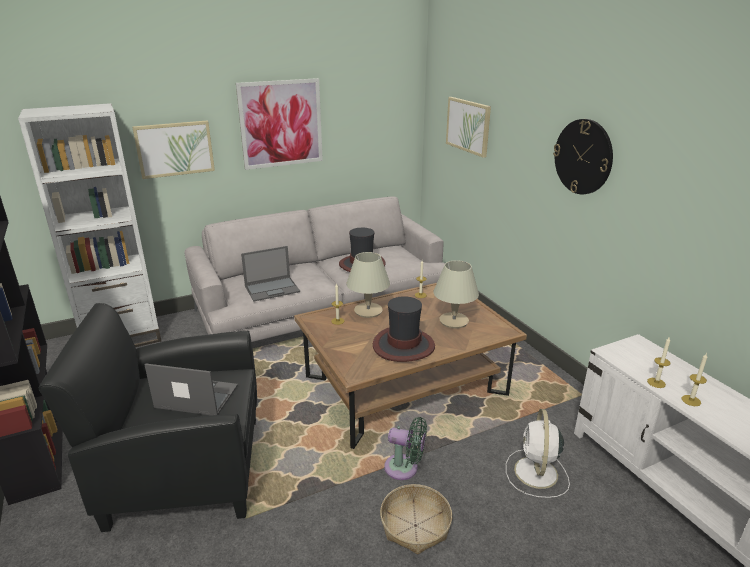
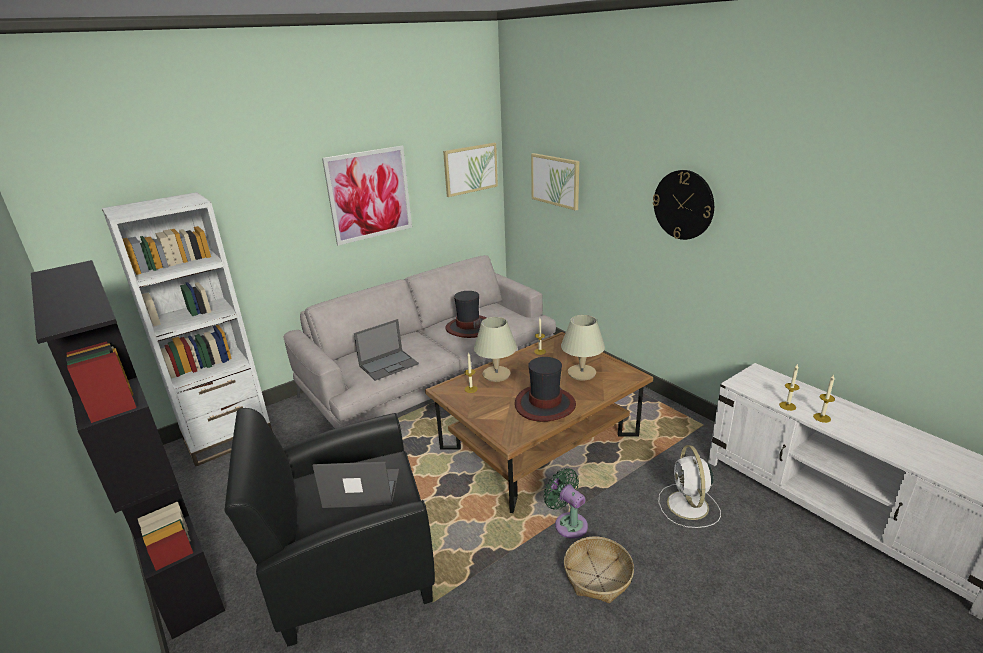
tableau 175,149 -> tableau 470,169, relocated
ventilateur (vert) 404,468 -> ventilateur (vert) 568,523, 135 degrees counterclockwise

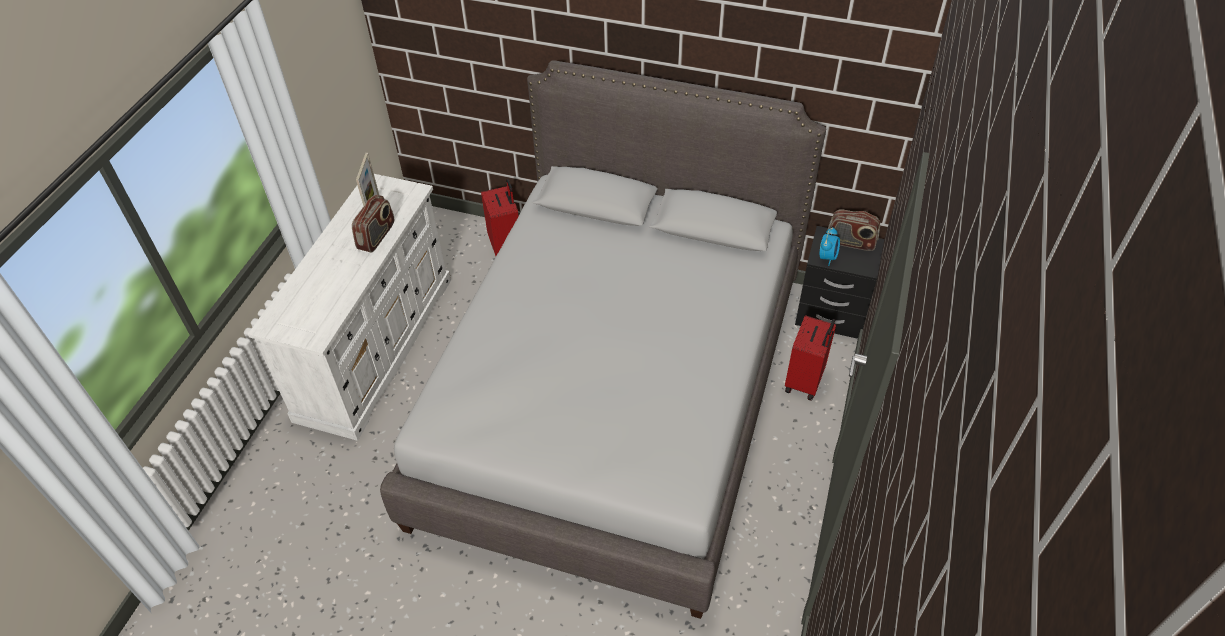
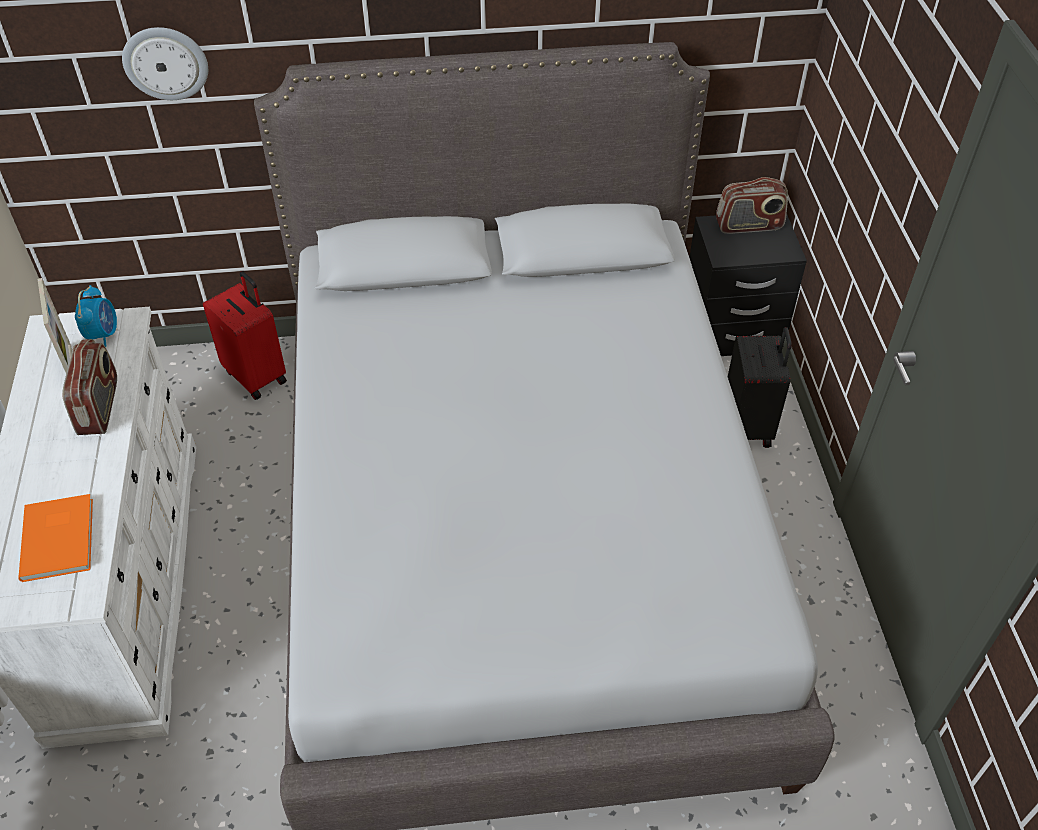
réveil 827,257 -> réveil 103,334, relocated
valise (rouge) 805,381 -> valise (noir) 748,426
none -> horloge murale 165,63
none -> livre (orange) 60,538

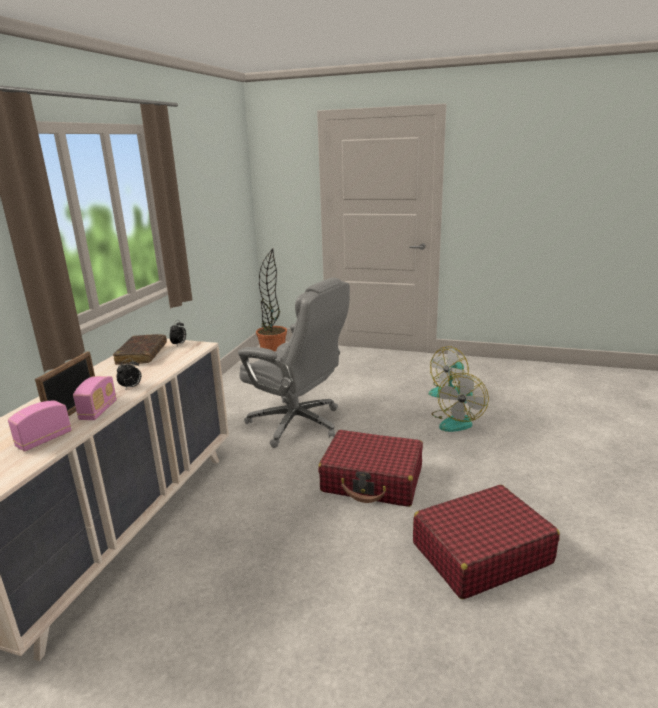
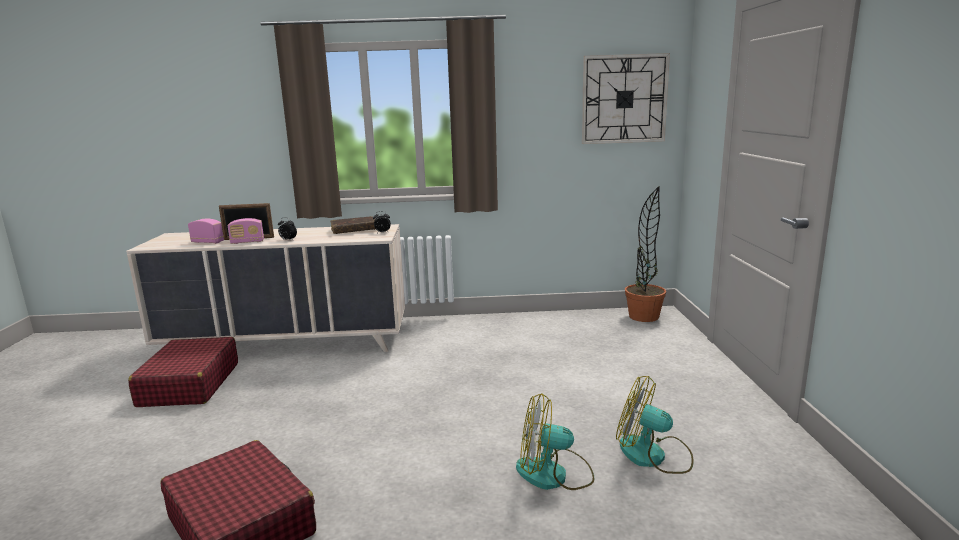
chaise de bureau (gris) 297,424 -> none
valise (rouge) 372,480 -> valise (rouge) 189,384, relocated
none -> horloge murale 624,99

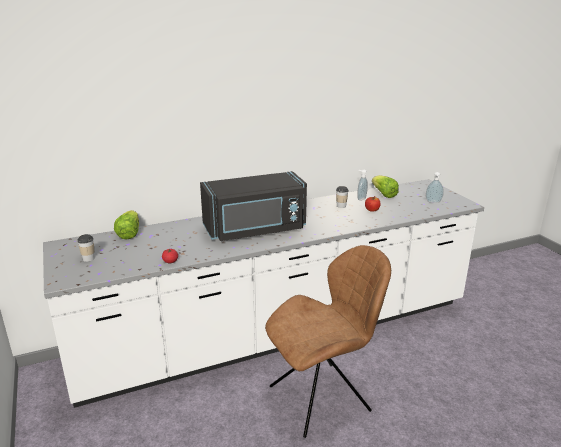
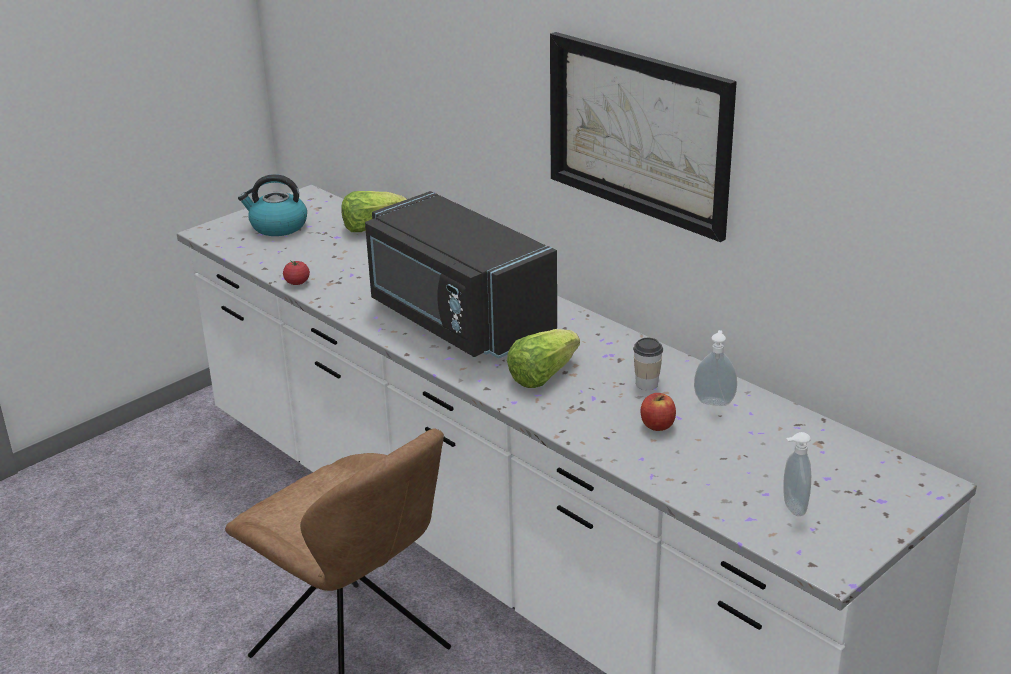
laitue 383,194 -> laitue 542,375, relocated
tasse 88,258 -> bouilloire 277,227
none -> tableau 638,132

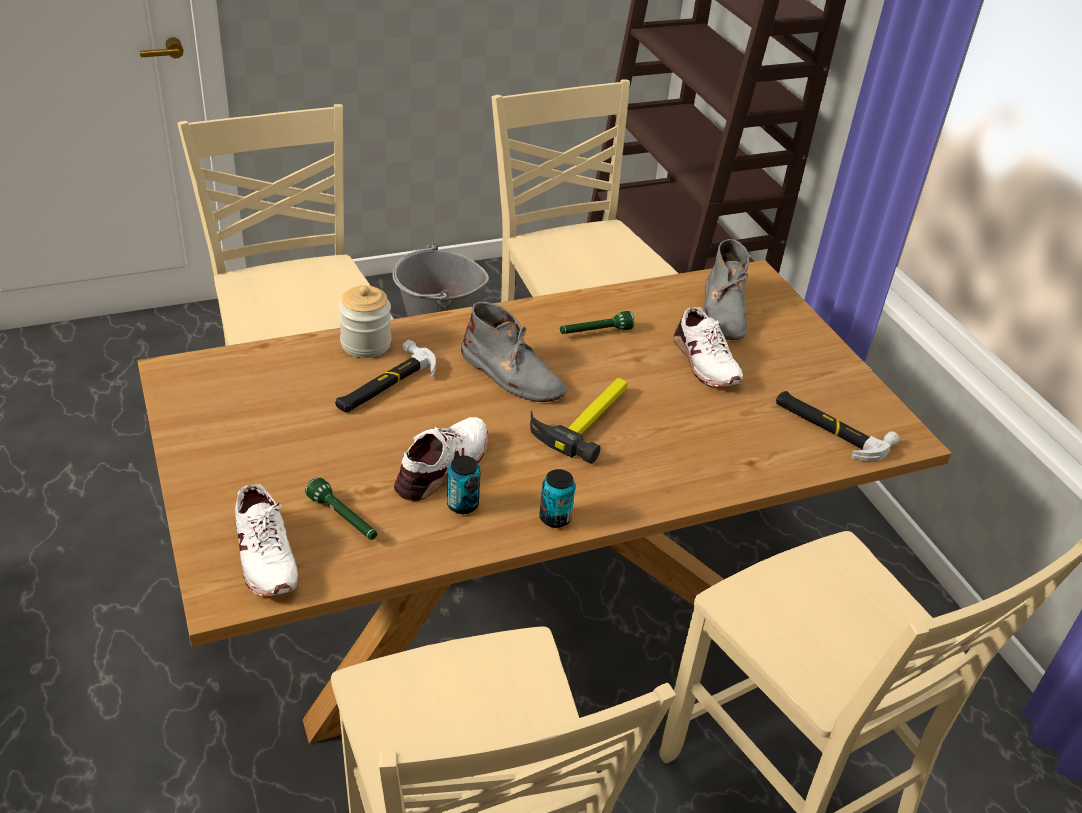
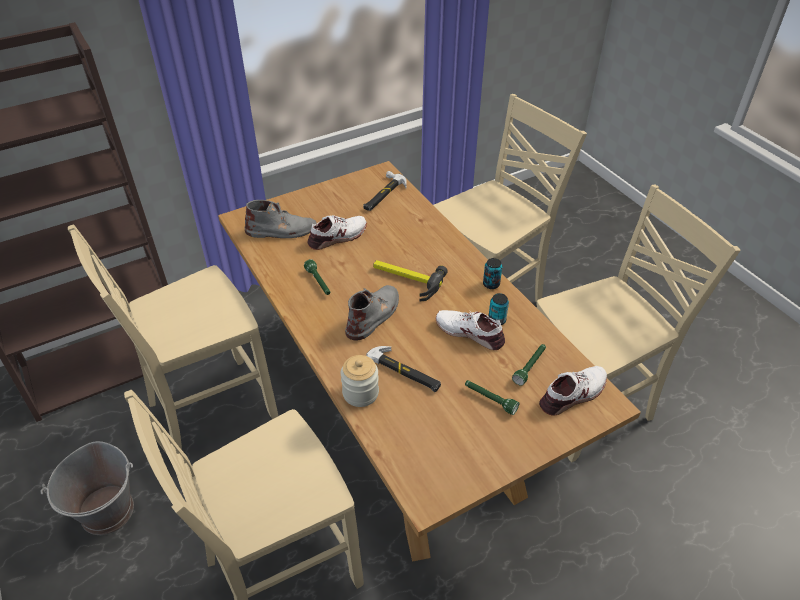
none -> lampe de poche (vert) 490,399

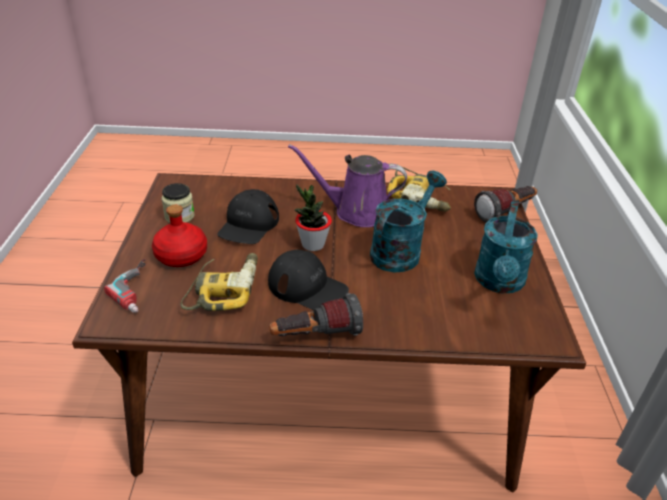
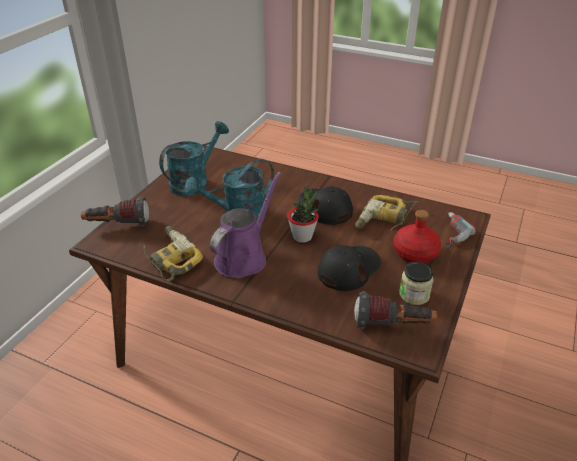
arrosoir (violet) 356,212 -> arrosoir (violet) 243,257, 90 degrees counterclockwise
lampe de poche 316,336 -> lampe de poche 393,325, relocated

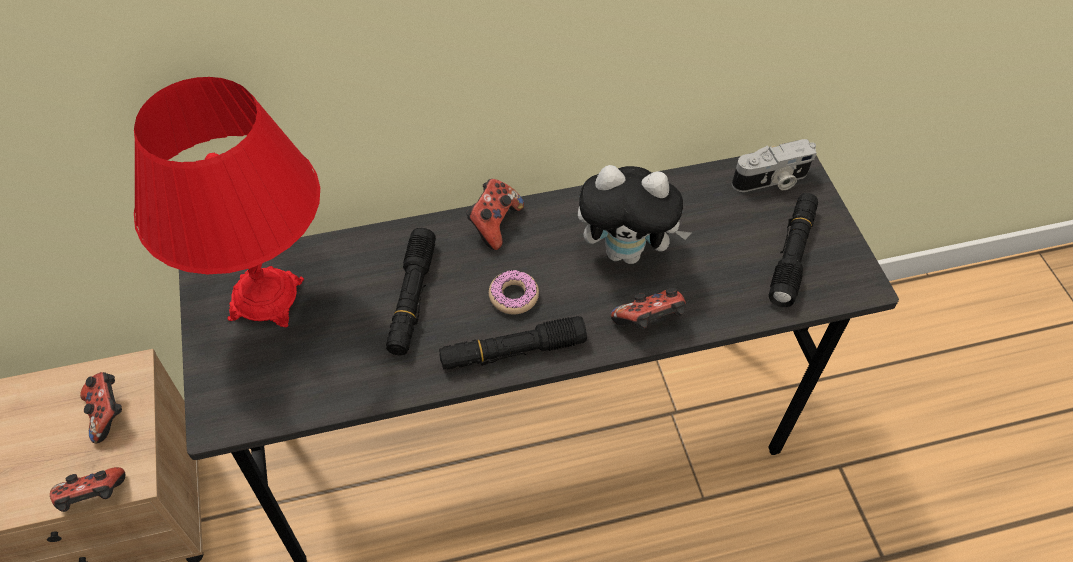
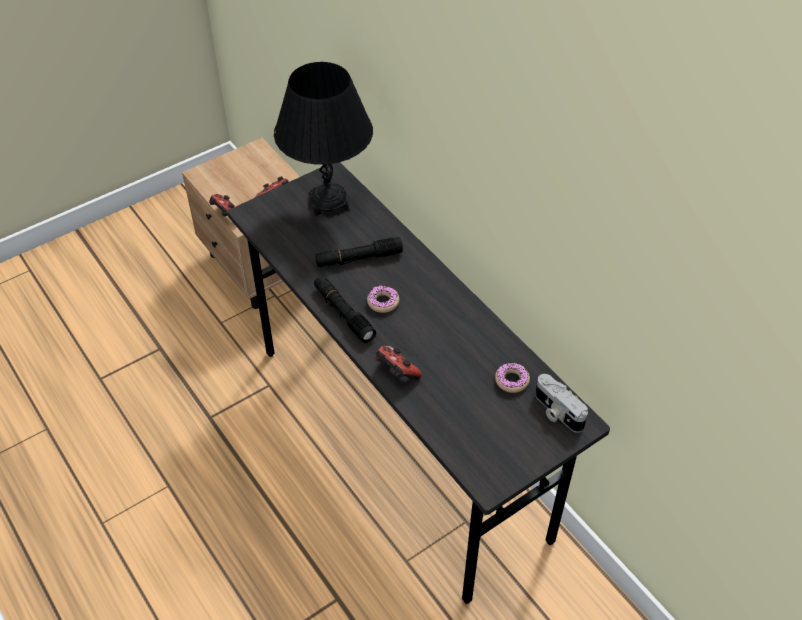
lampe de table (rouge) 266,299 -> lampe de table (noir) 328,201
peluche 626,251 -> none
manette 494,224 -> none
lampe de poche (noir) 792,255 -> none
none -> beignet 512,380

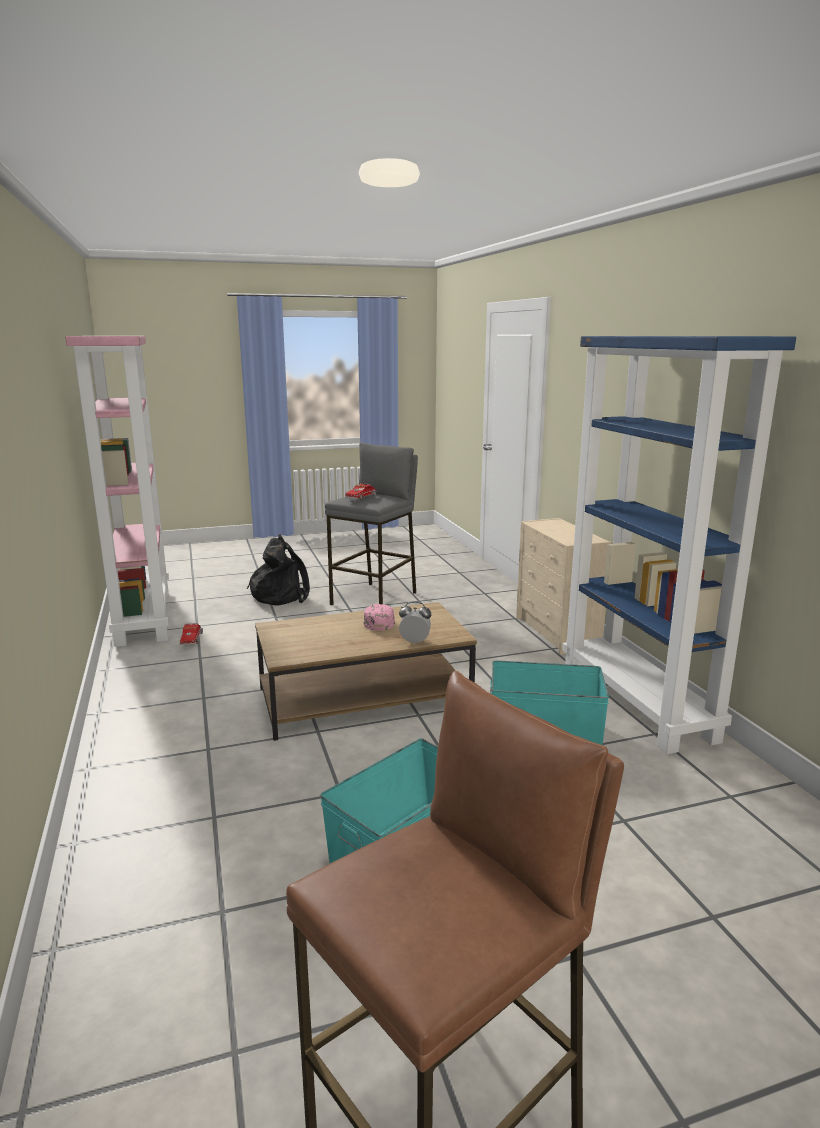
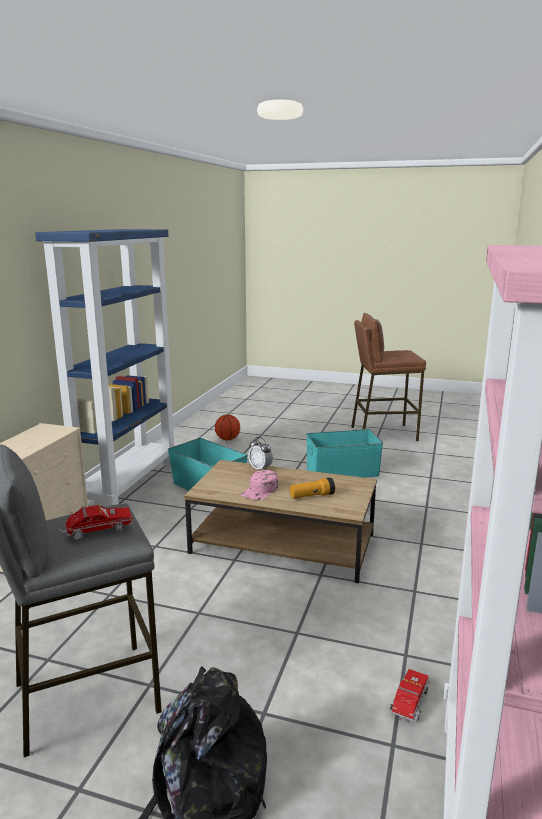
none -> ballon de basket 227,439
none -> lampe de poche 312,496

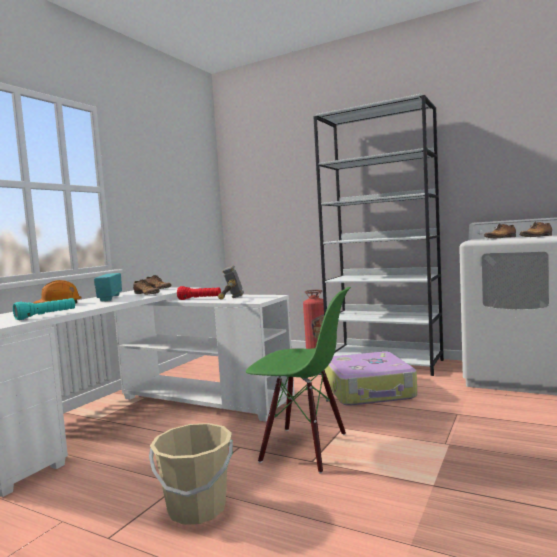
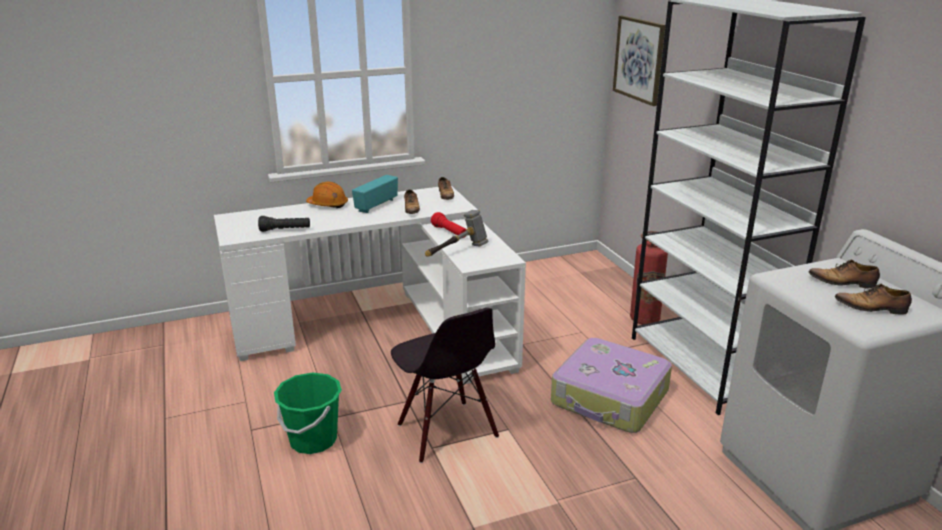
chaise (vert) 304,448 -> chaise (noir) 446,431
lampe de poche (turquoise) 46,316 -> lampe de poche (noir) 285,230
seau (beige) 197,509 -> seau (vert) 313,440
none -> tableau 639,59

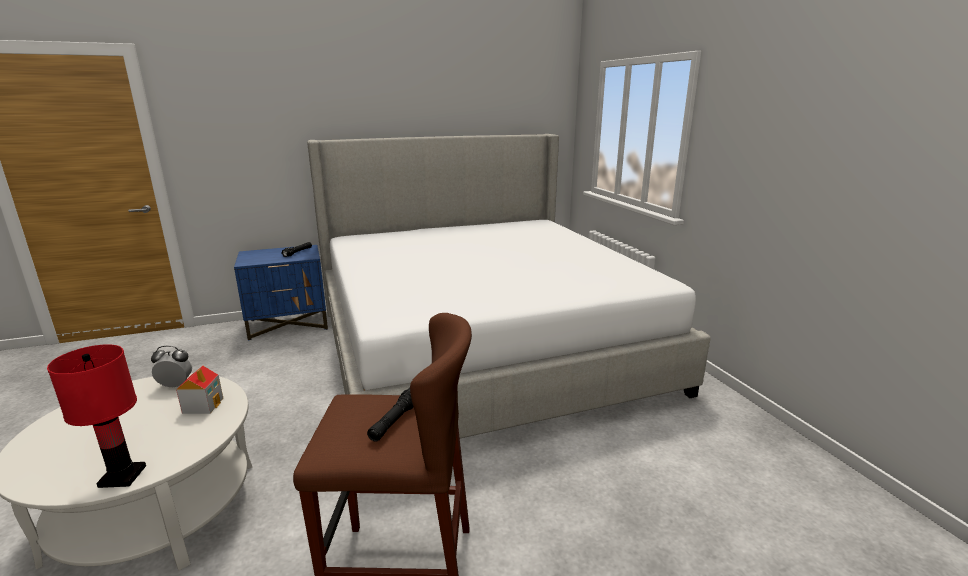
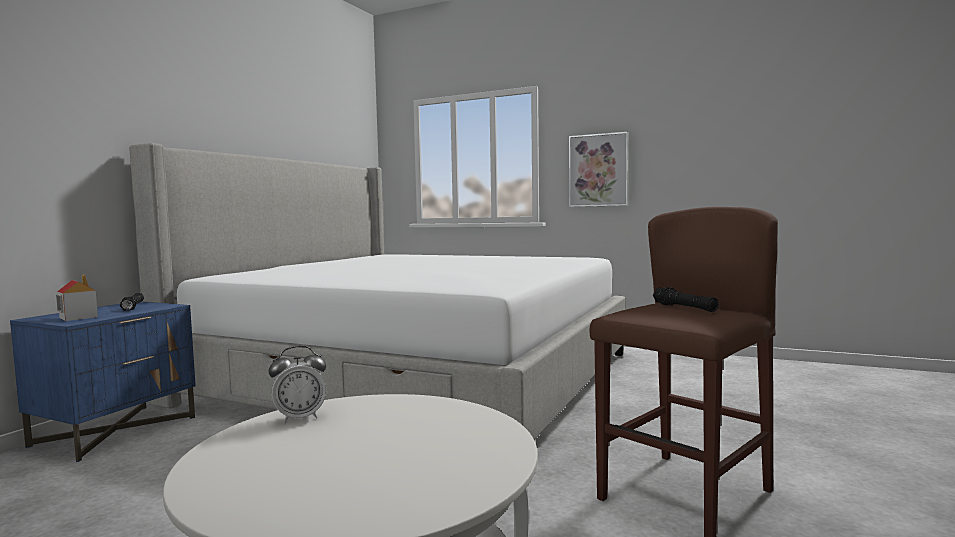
lampe de table (rouge) 122,476 -> none
réveil 176,385 -> réveil 300,417, 150 degrees counterclockwise
maison miniature 203,405 -> maison miniature 78,317, relocated
none -> tableau 598,170

